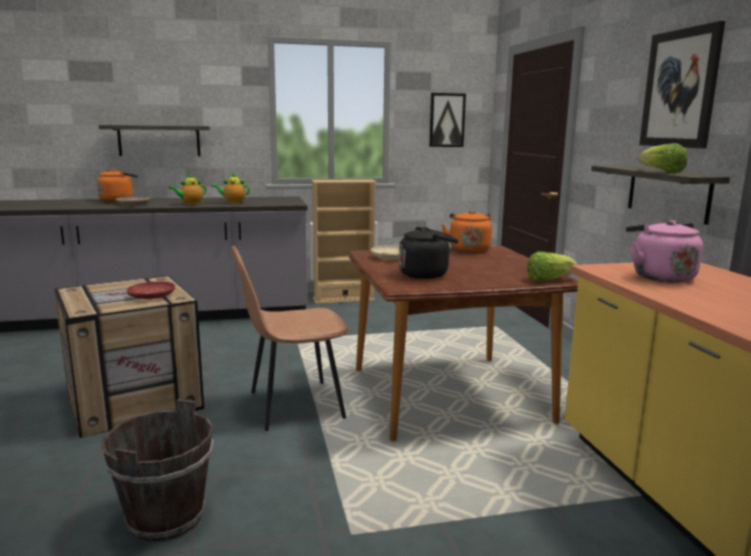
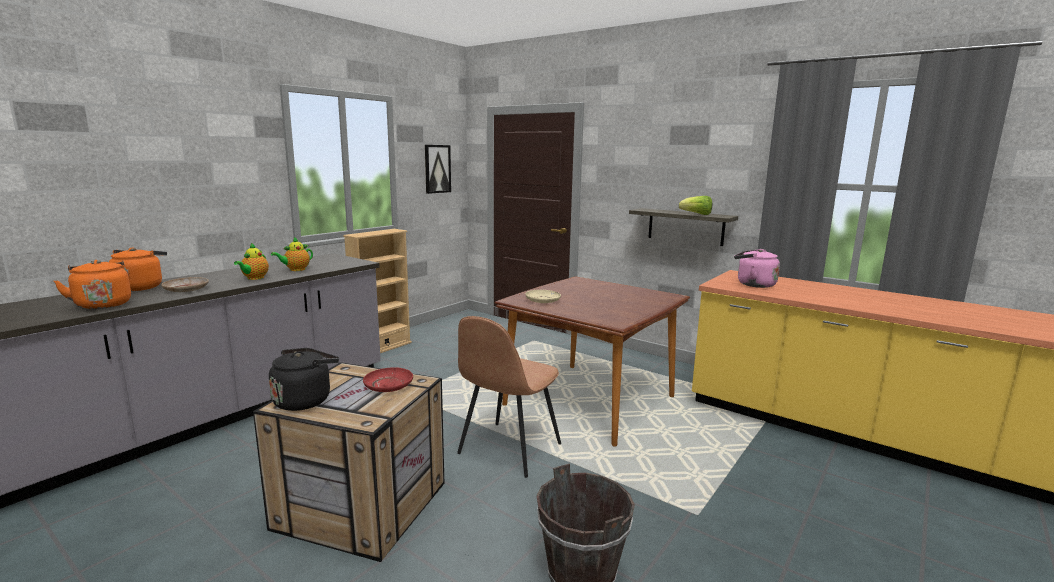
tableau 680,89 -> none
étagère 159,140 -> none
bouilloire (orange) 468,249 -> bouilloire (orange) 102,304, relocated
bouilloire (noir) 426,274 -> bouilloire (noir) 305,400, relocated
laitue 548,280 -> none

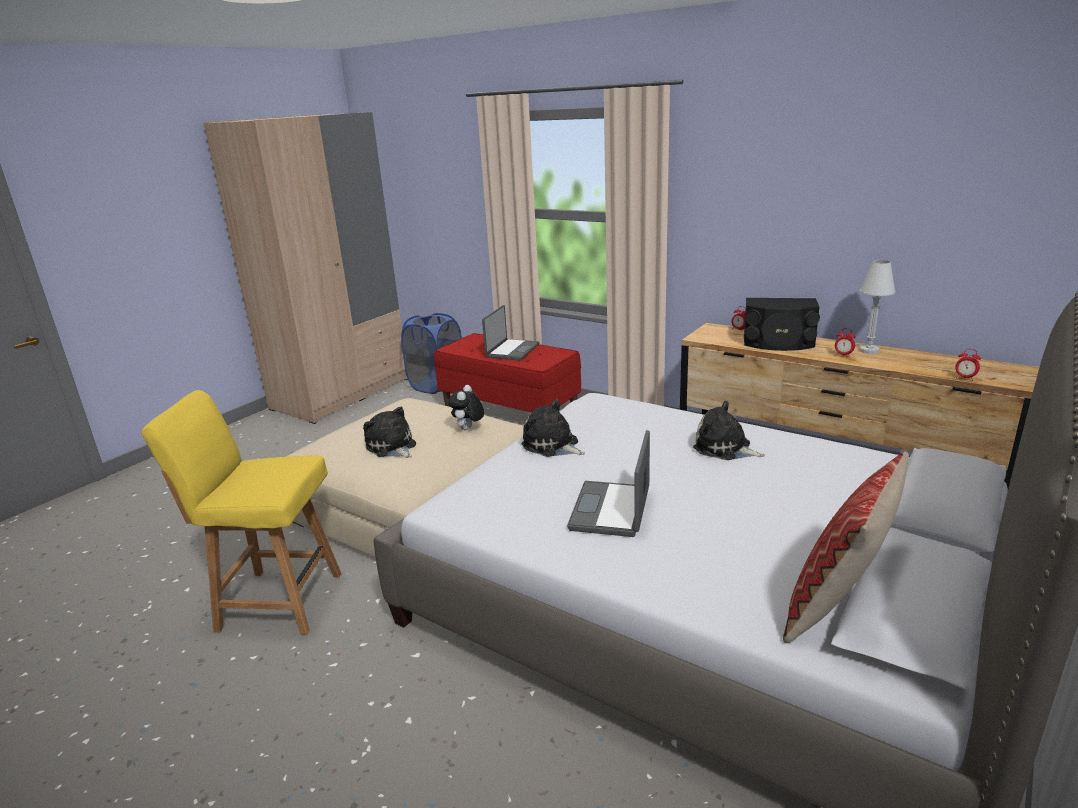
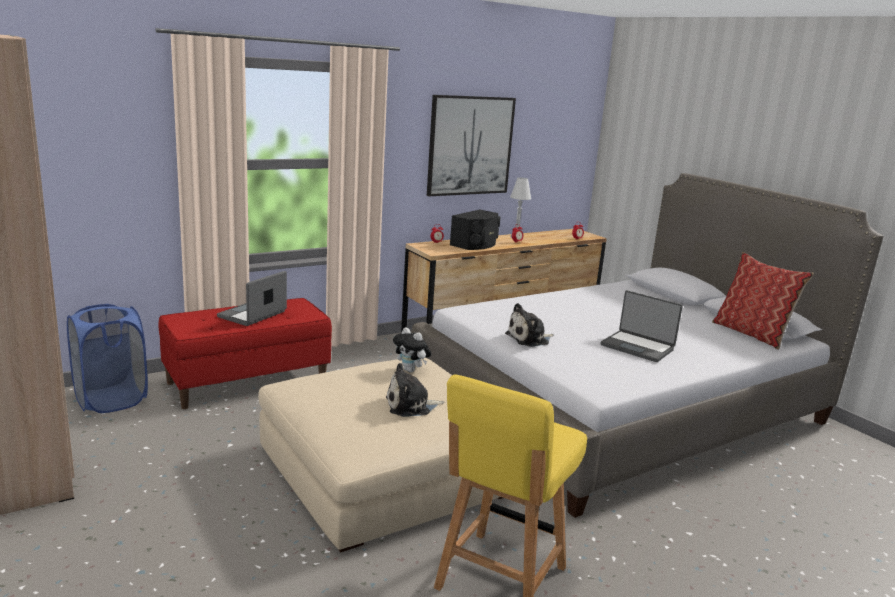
ordinateur portable 511,350 -> ordinateur portable 253,315, 105 degrees counterclockwise
peluche 725,448 -> none
none -> tableau 470,145

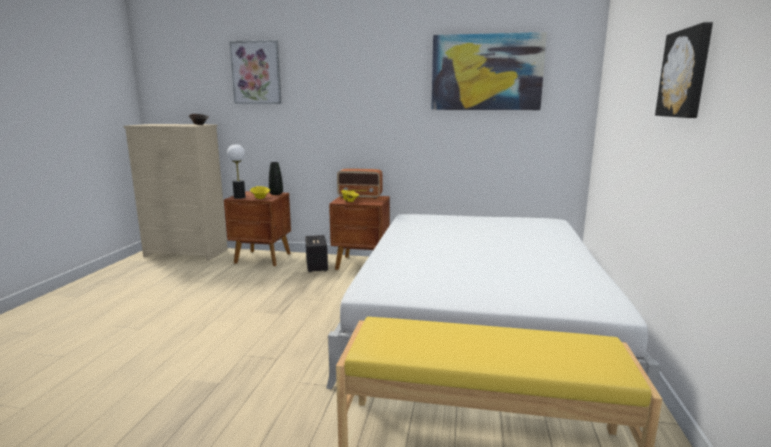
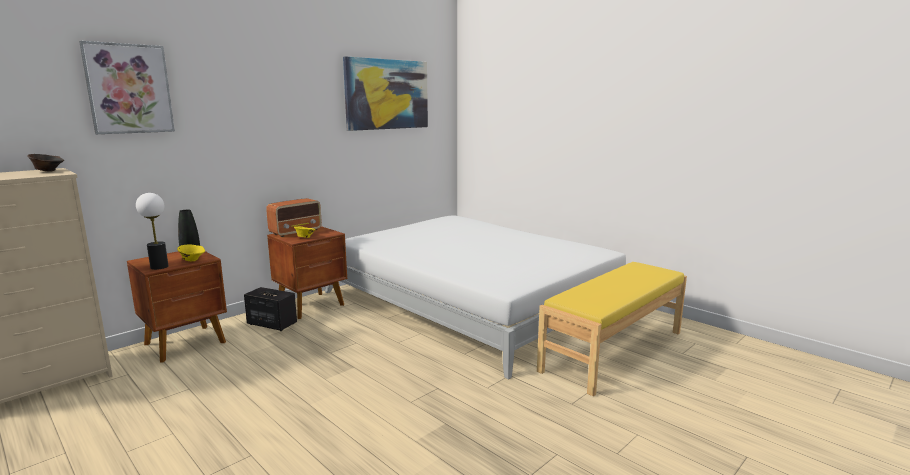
tableau 685,73 -> none

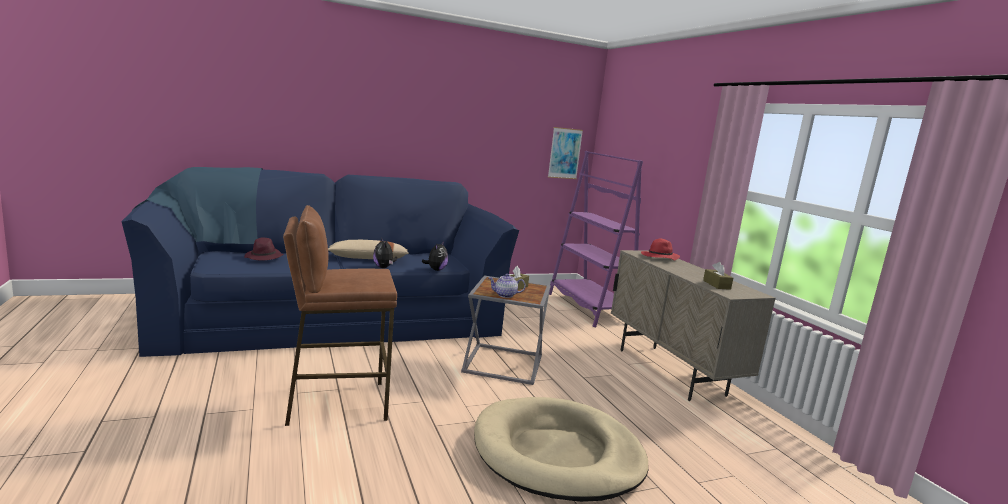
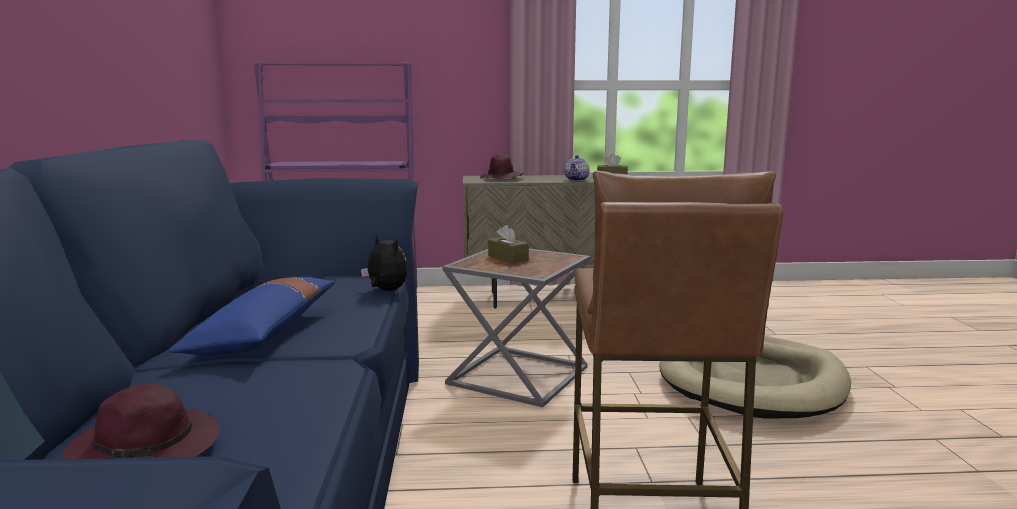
tableau 565,153 -> none
peluche 384,267 -> none
chapeau (rouge) 659,257 -> chapeau (violet) 501,178
coussin (beige) 368,259 -> coussin (bleu) 264,333
théière 505,295 -> théière 577,179, relocated

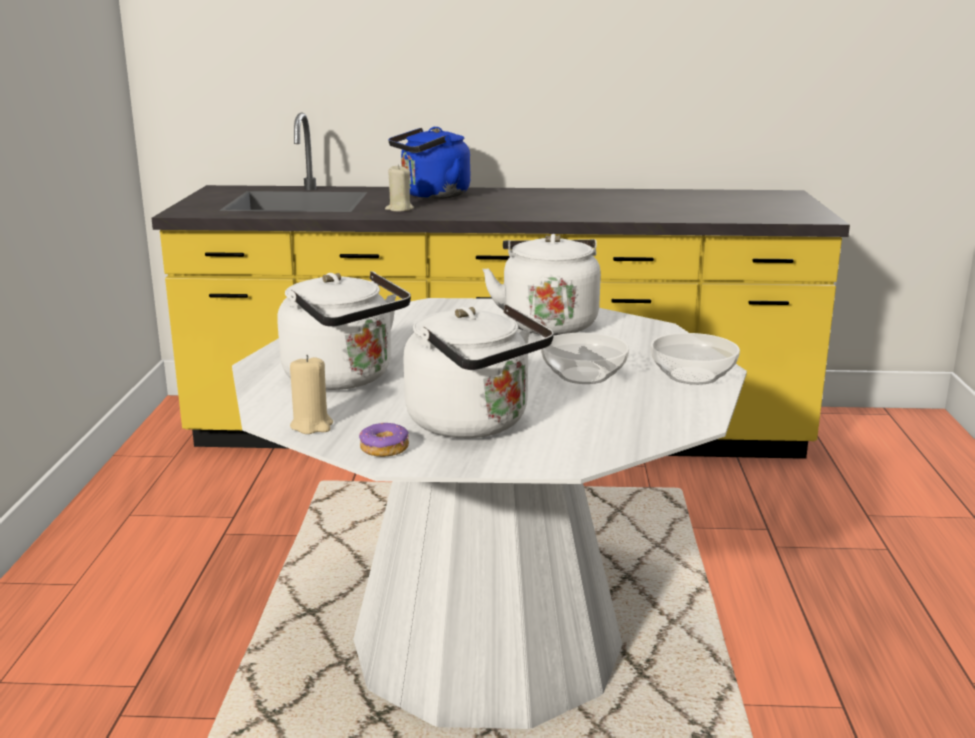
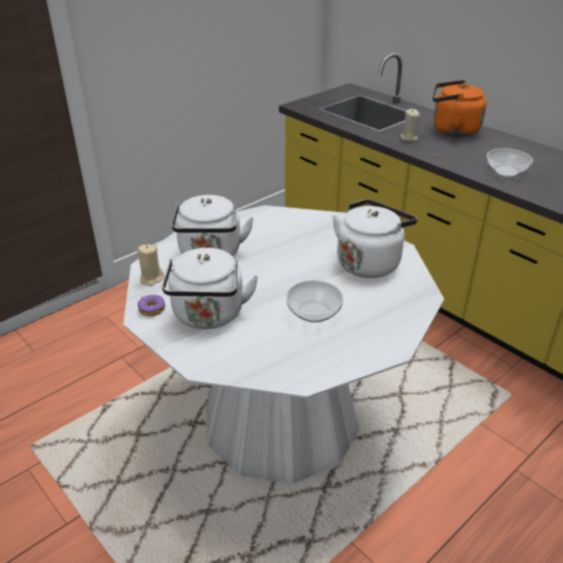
bouilloire (bleu) 432,195 -> bouilloire (orange) 452,130
bol 693,376 -> bol 507,172, relocated

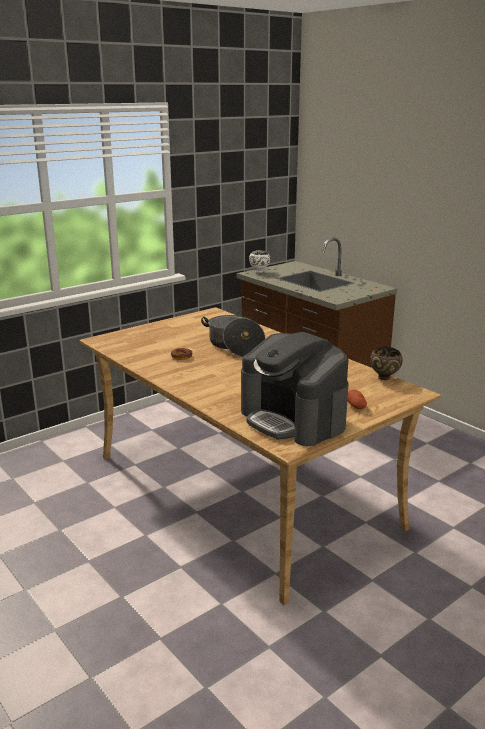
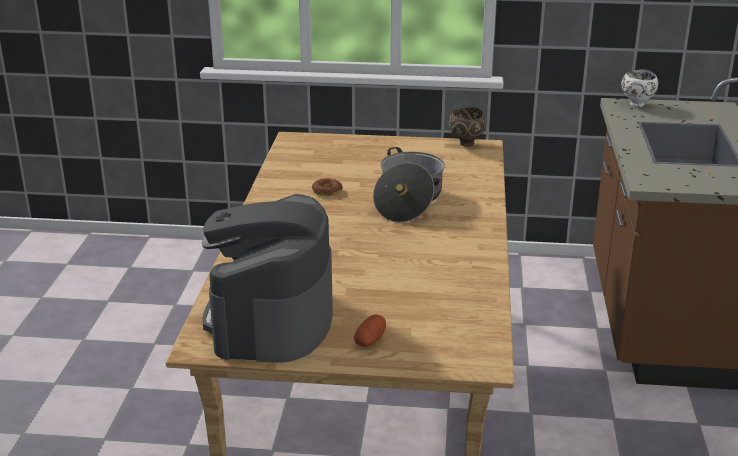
bol (marron) 384,378 -> bol (marron) 466,144, relocated

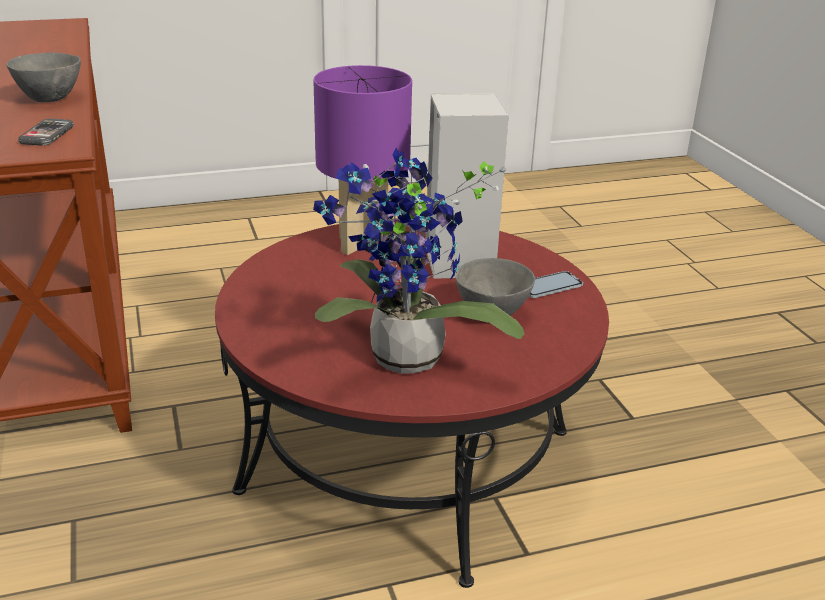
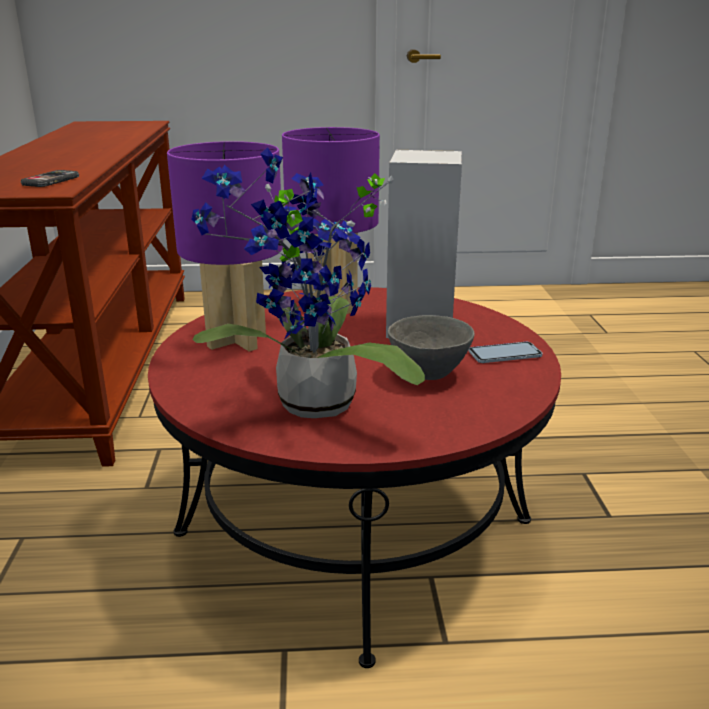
bol (gris) 50,99 -> none
none -> lampe de table (violet) 235,340

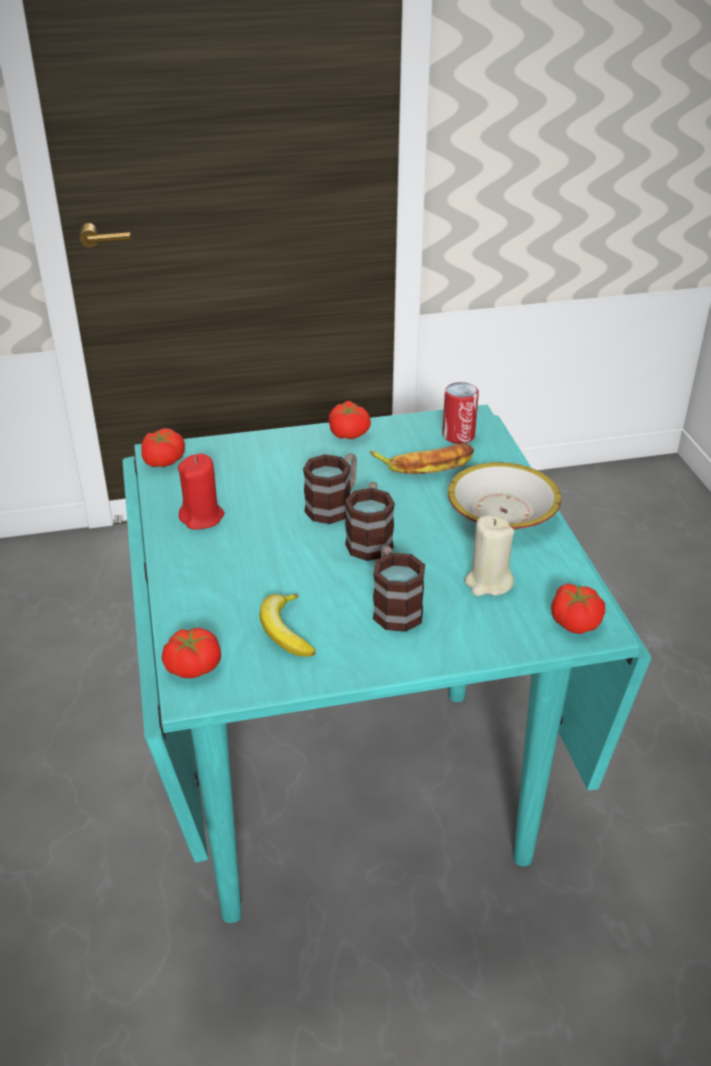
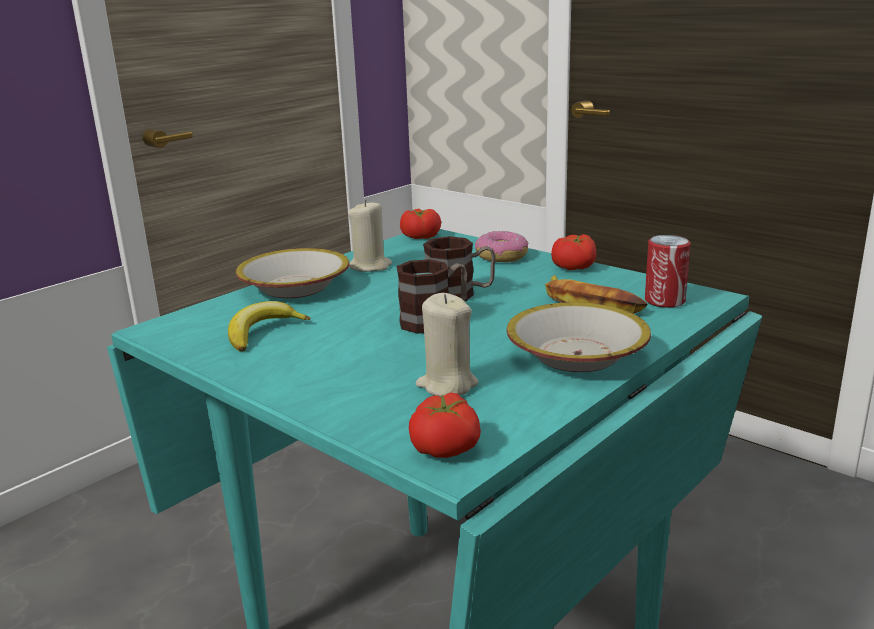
bougie (rouge) 202,517 -> bougie (beige) 370,266
mug 394,606 -> none
tomate 192,666 -> none
none -> beignet 501,256
none -> bol 294,288

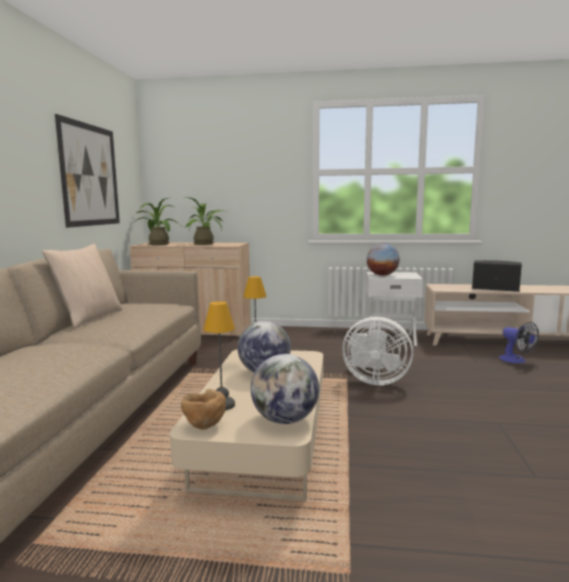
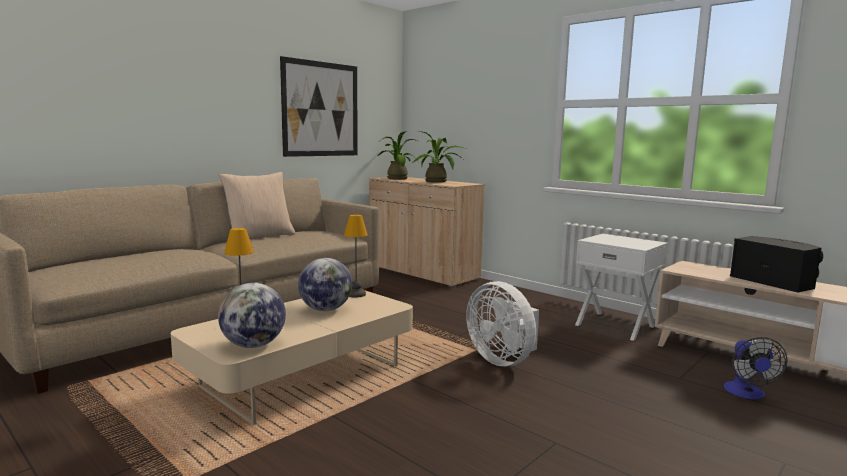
globe 382,275 -> none
bol (marron) 204,426 -> none

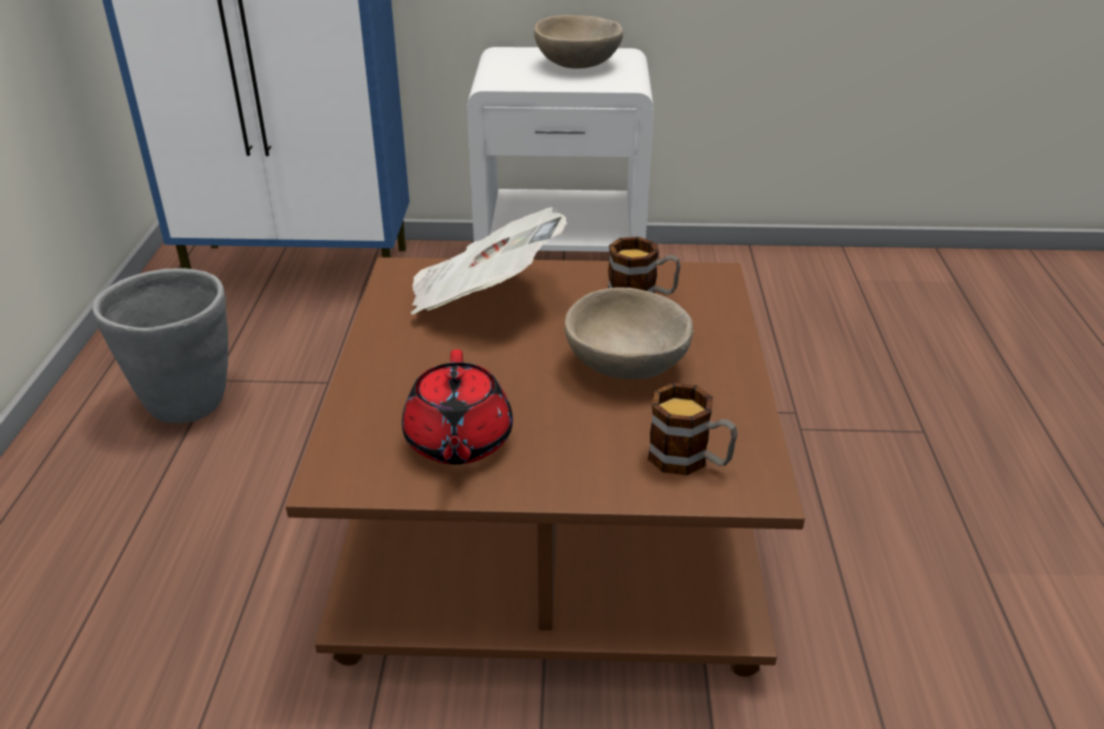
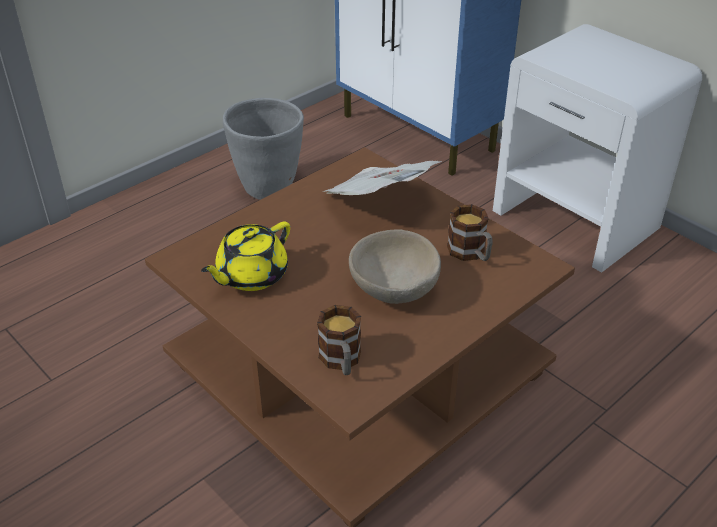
bol (beige) 577,66 -> none
théière (rouge) 458,442 -> théière (jaune) 251,275

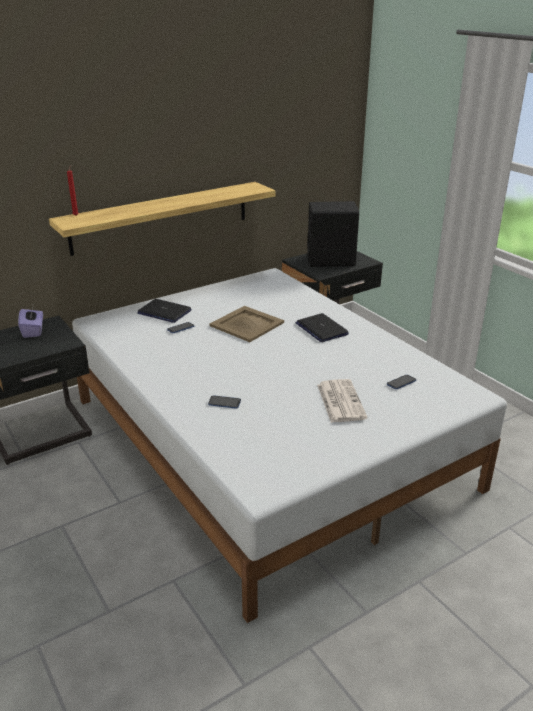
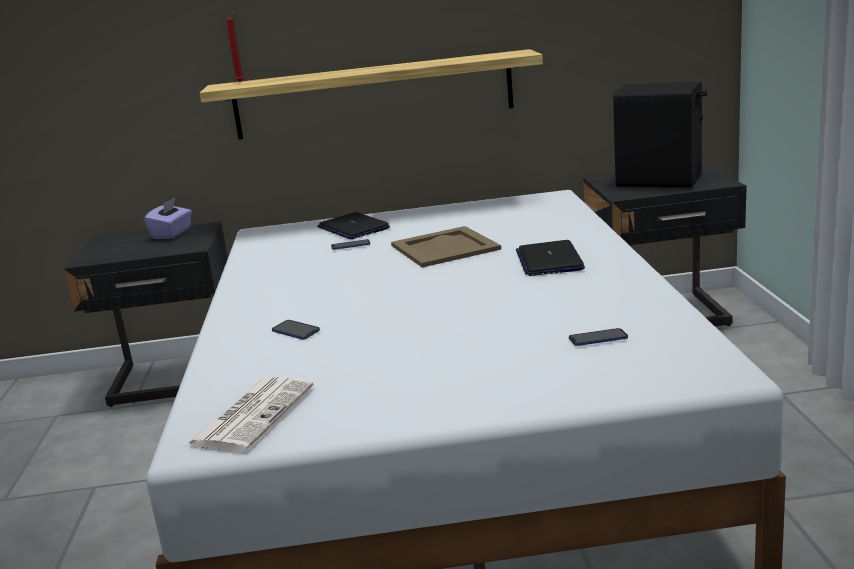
journal 340,401 -> journal 252,414, relocated

